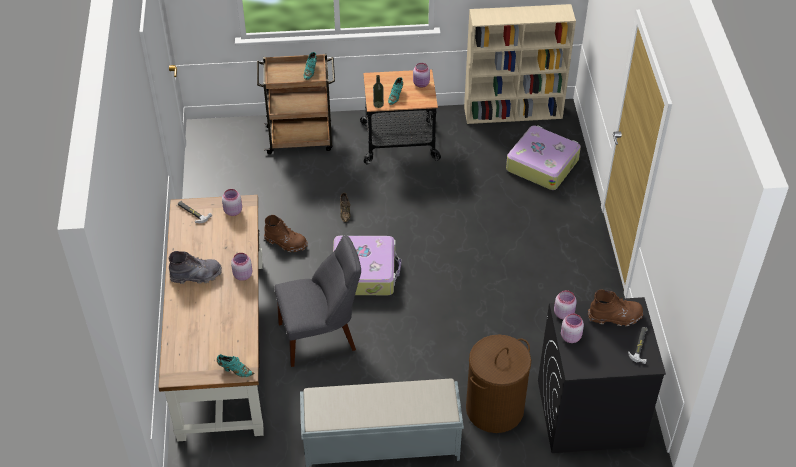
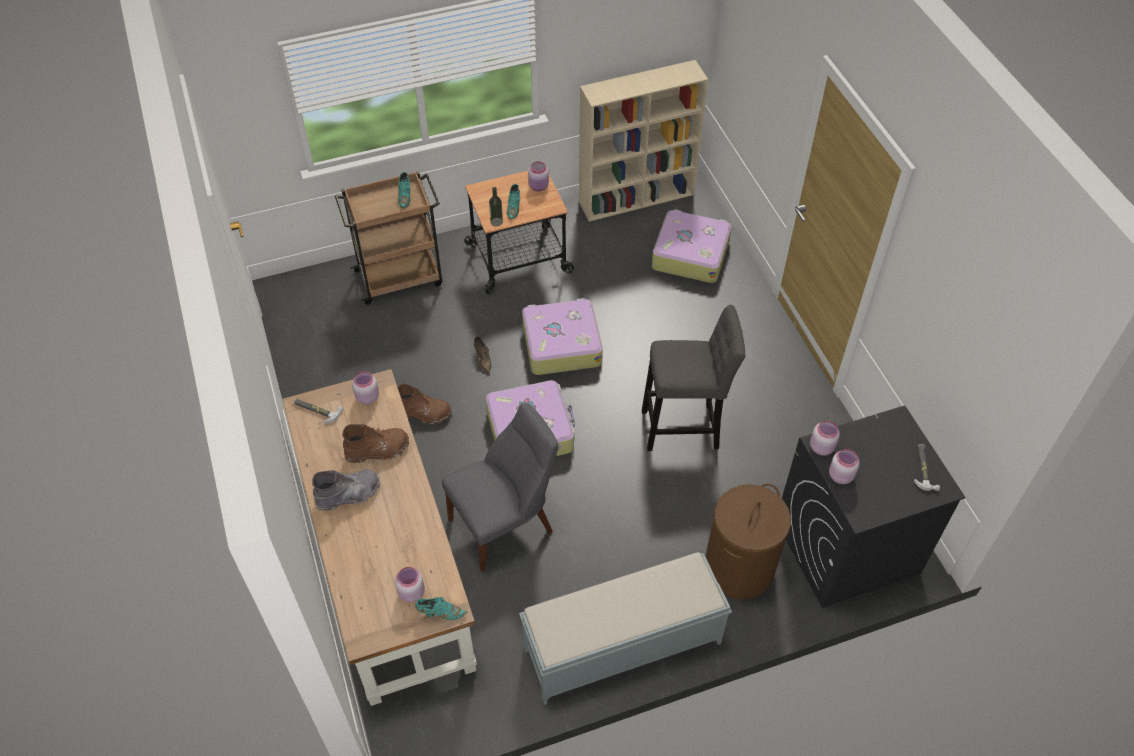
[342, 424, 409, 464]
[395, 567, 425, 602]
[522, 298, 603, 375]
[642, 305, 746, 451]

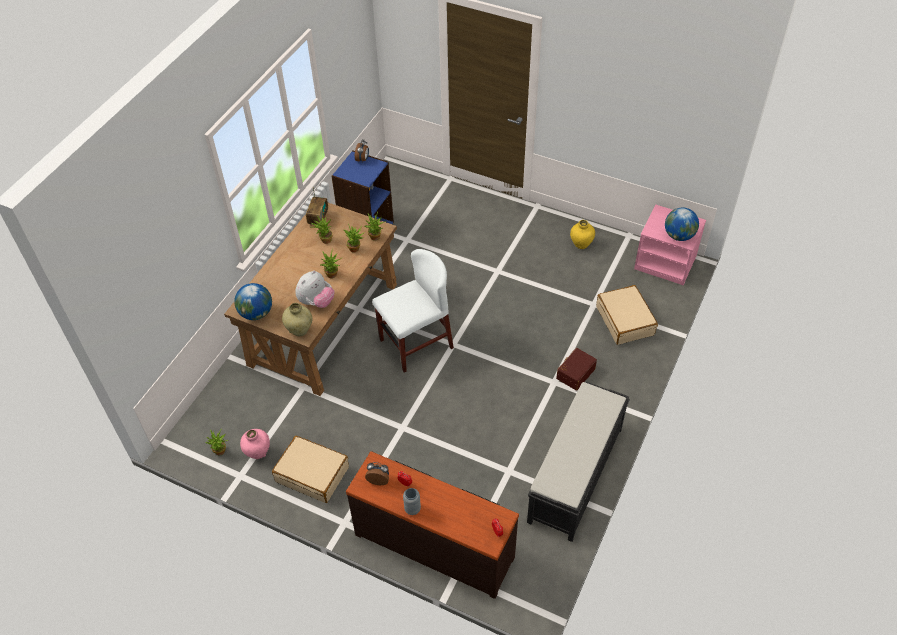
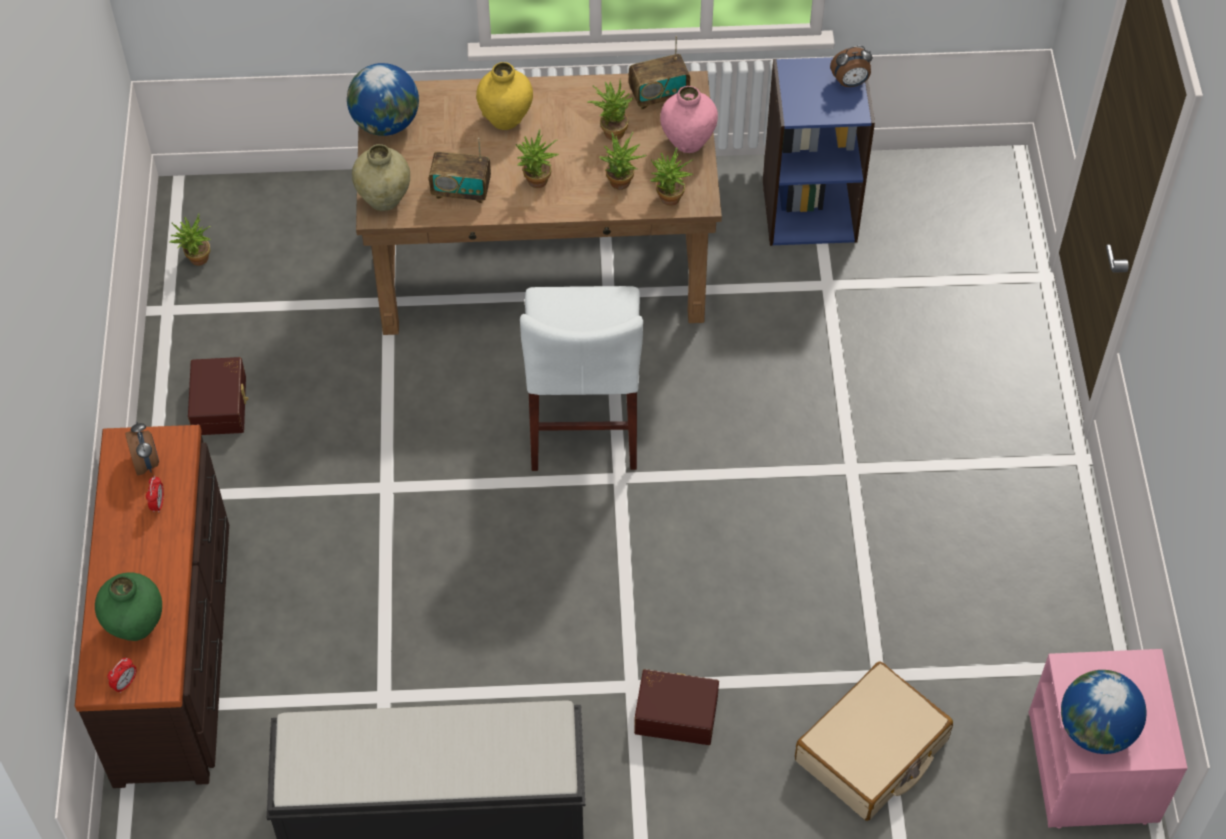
[95, 572, 162, 641]
[188, 357, 249, 435]
[429, 138, 491, 203]
[476, 62, 533, 130]
[520, 286, 643, 471]
[660, 86, 718, 153]
[403, 488, 421, 515] (first image)

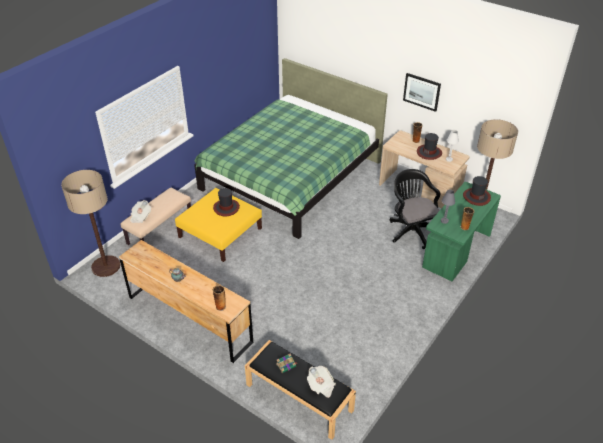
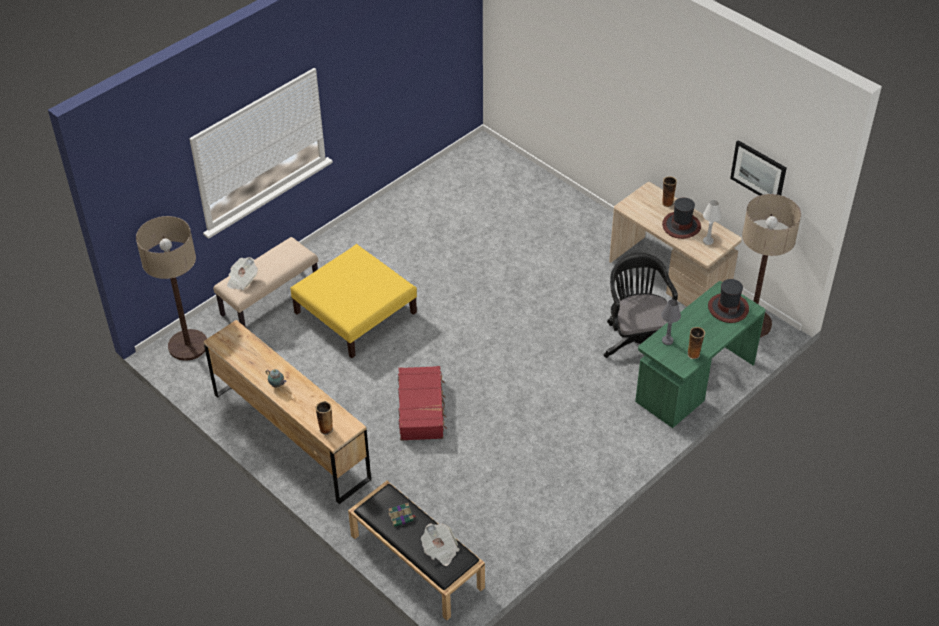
[398, 366, 447, 441]
[730, 140, 787, 196]
[194, 58, 388, 239] (first image)
[213, 188, 240, 216] (first image)

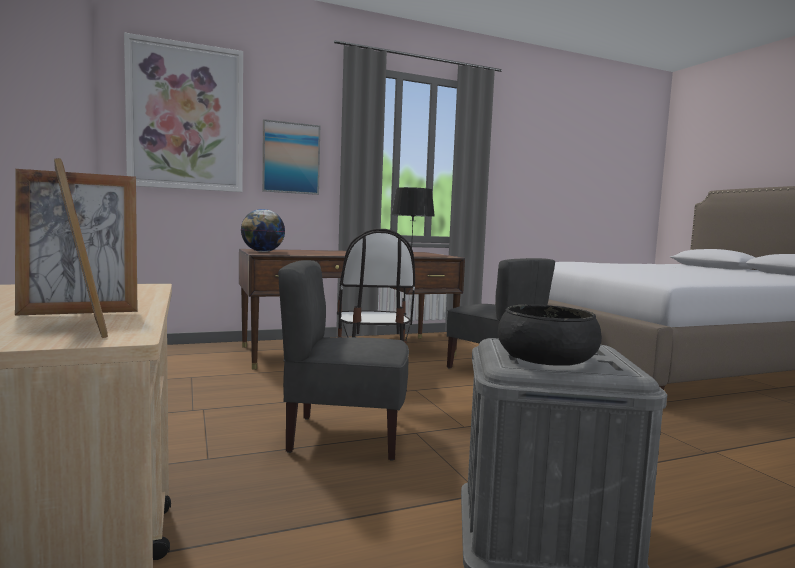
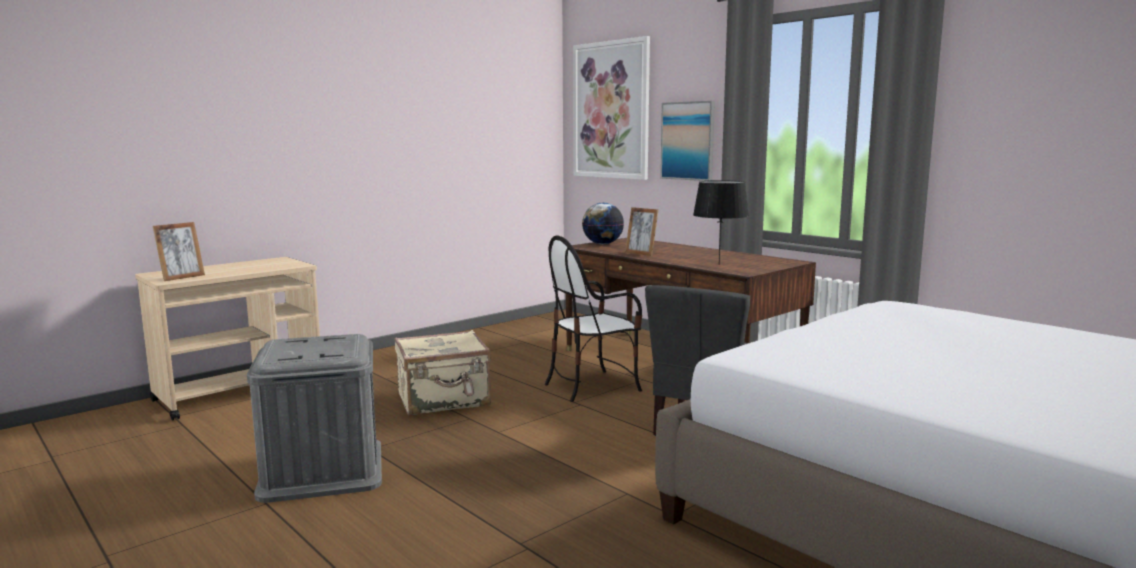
[394, 330, 491, 416]
[625, 207, 658, 256]
[498, 304, 602, 366] (first image)

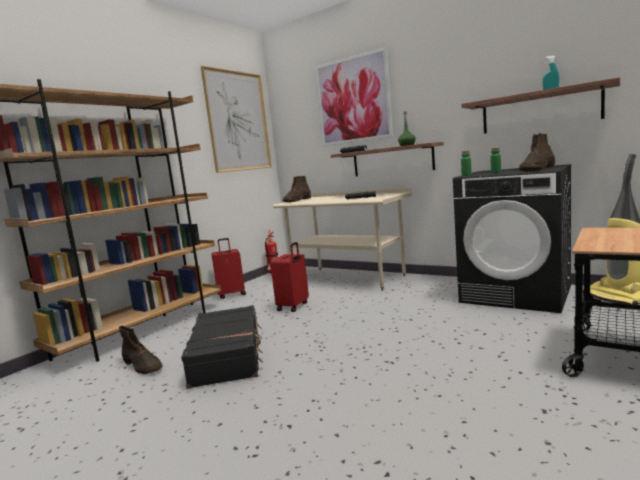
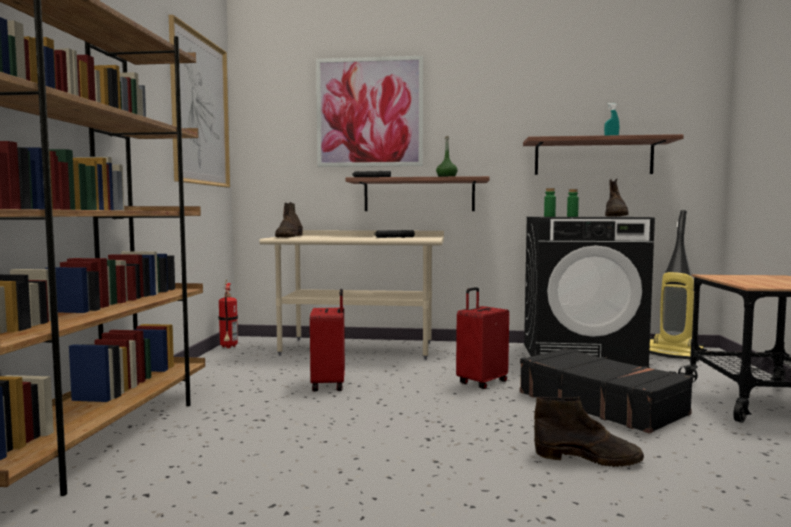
[456, 287, 509, 389]
[520, 348, 693, 434]
[534, 396, 644, 467]

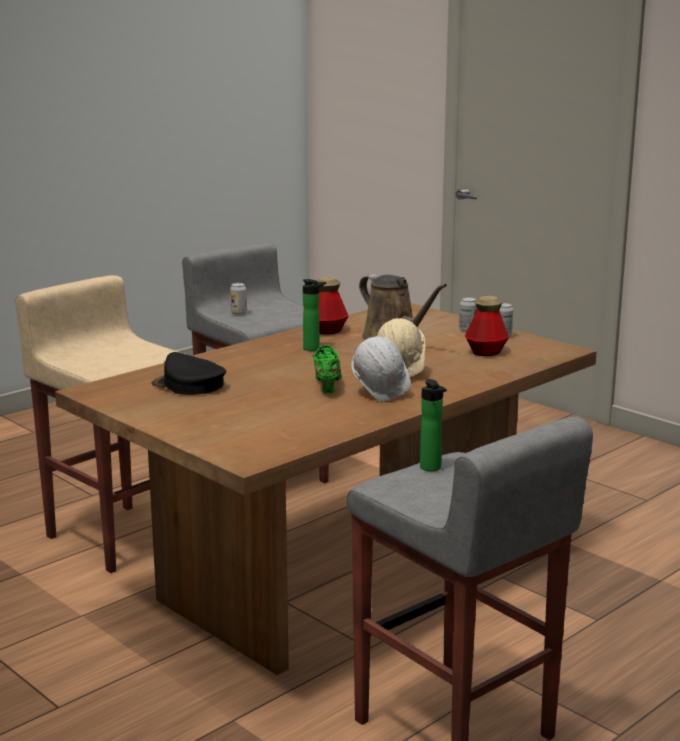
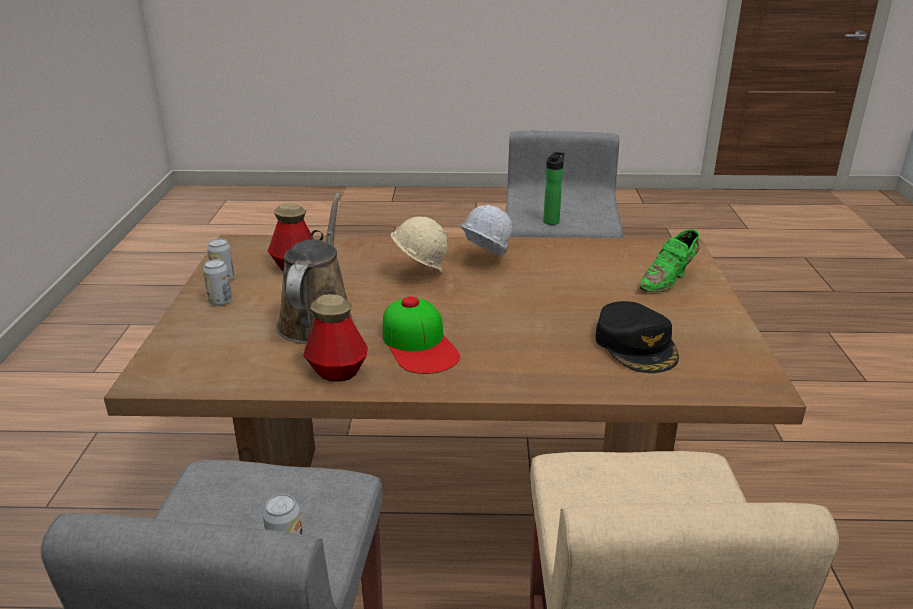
[383, 297, 460, 374]
[640, 229, 700, 292]

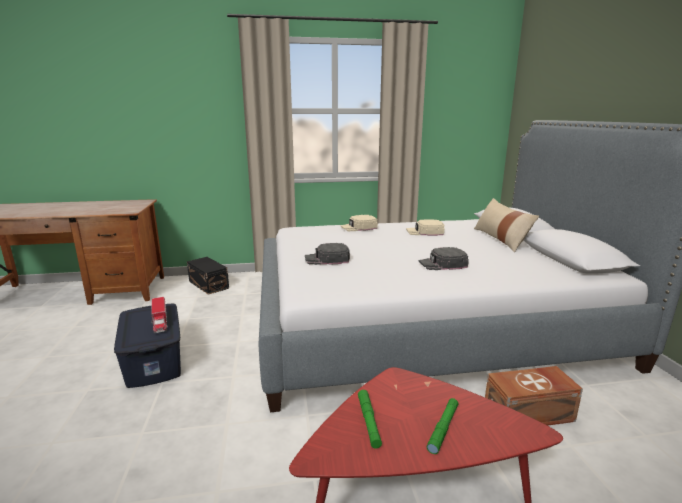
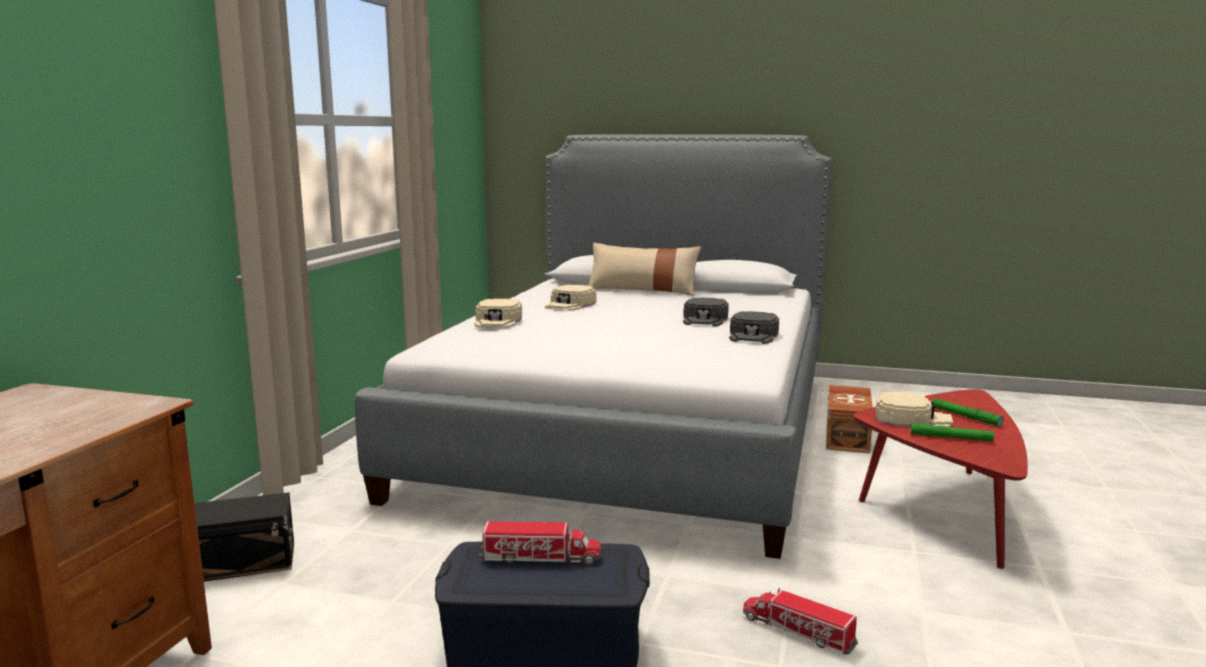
[729, 311, 779, 344]
[743, 588, 859, 655]
[876, 392, 953, 428]

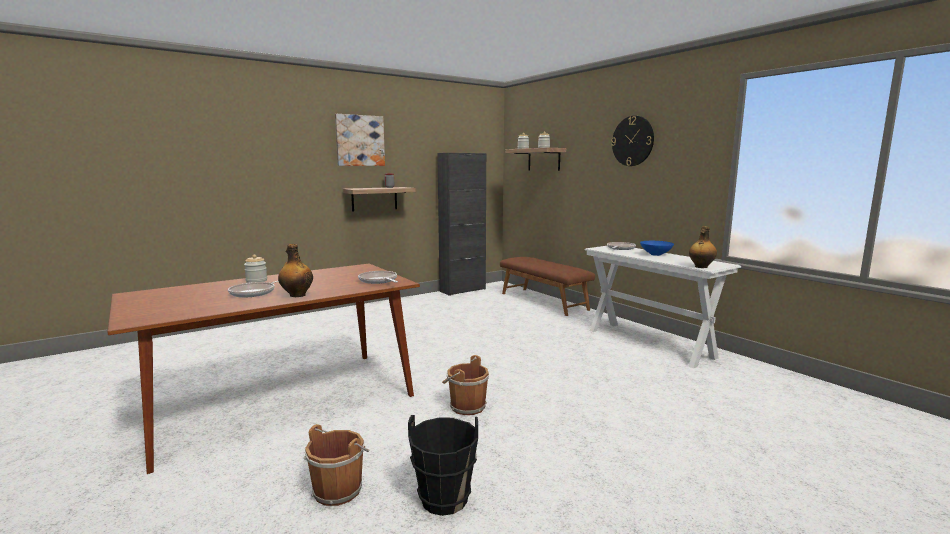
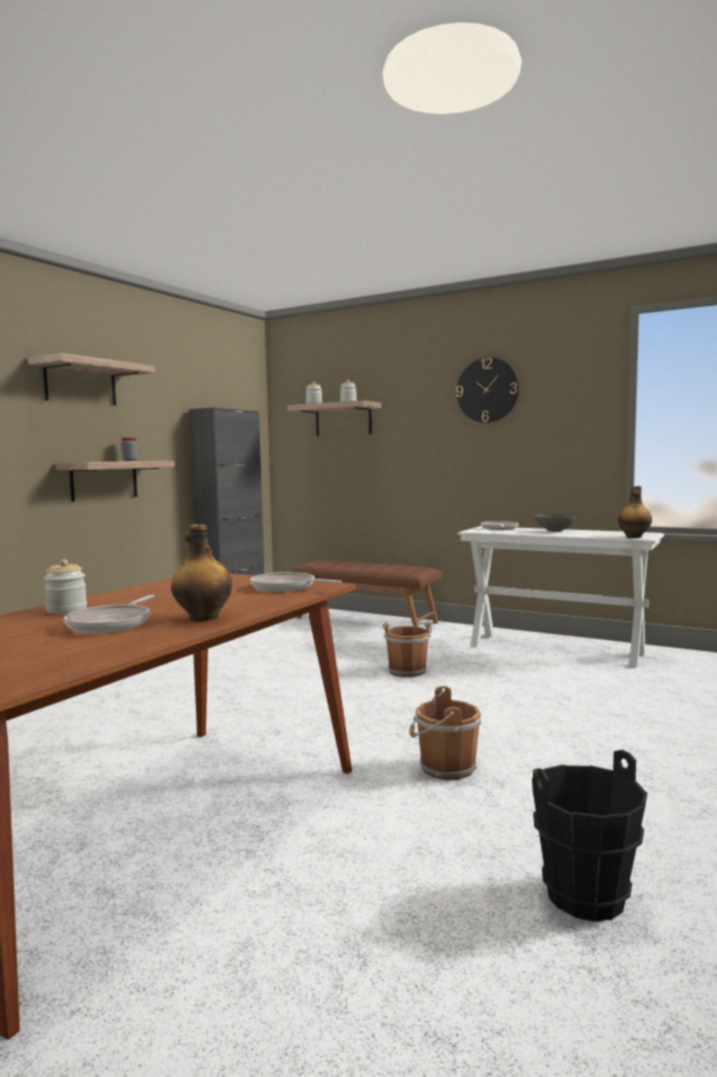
[28, 353, 155, 405]
[383, 621, 432, 677]
[534, 514, 577, 532]

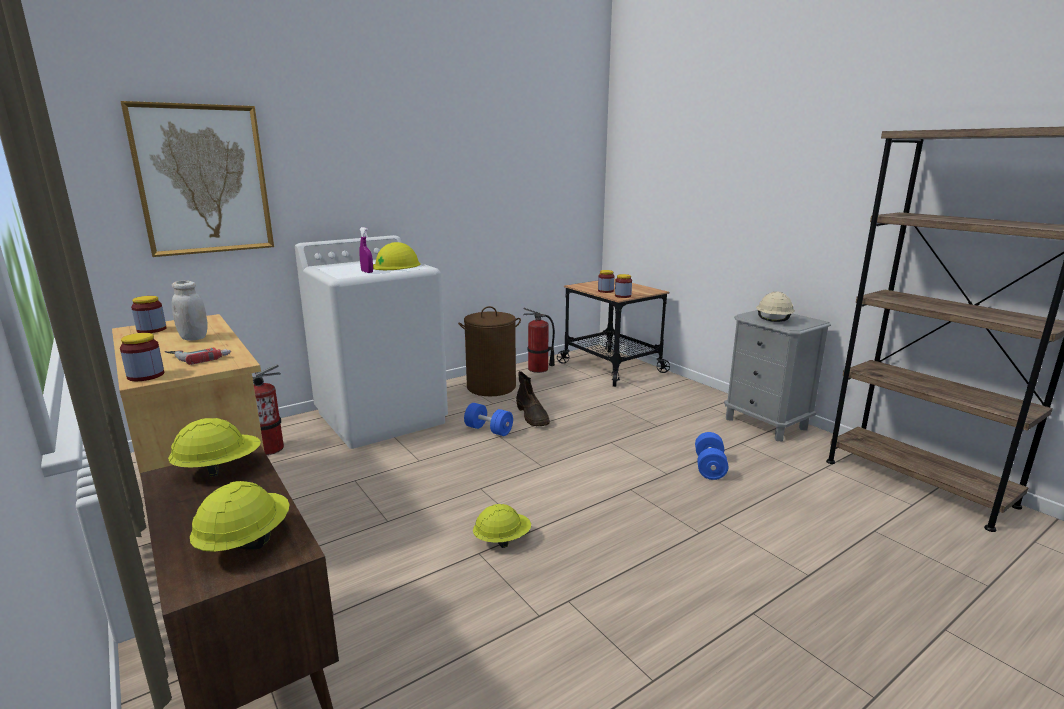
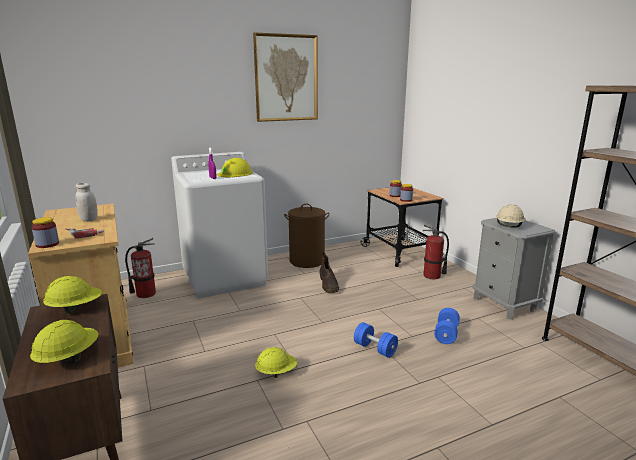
[253, 32, 318, 122]
[354, 322, 398, 358]
[423, 225, 449, 279]
[131, 296, 167, 333] (first image)

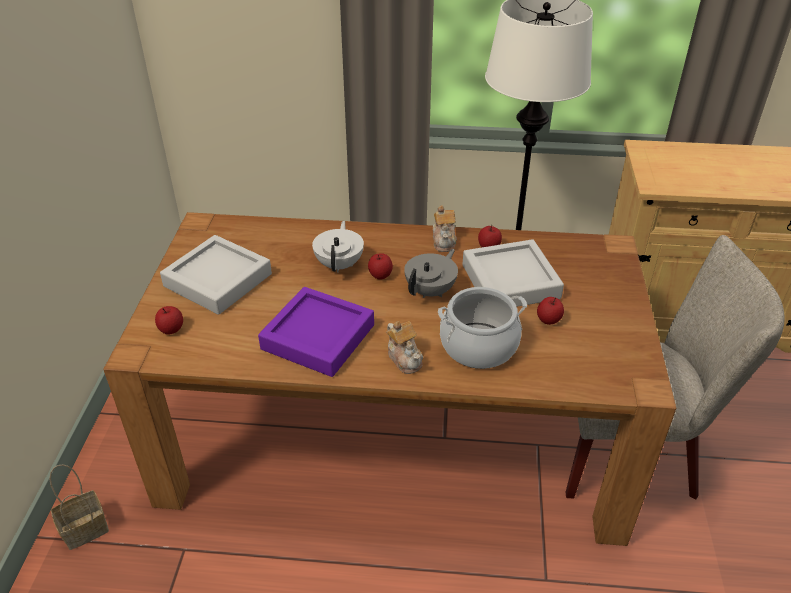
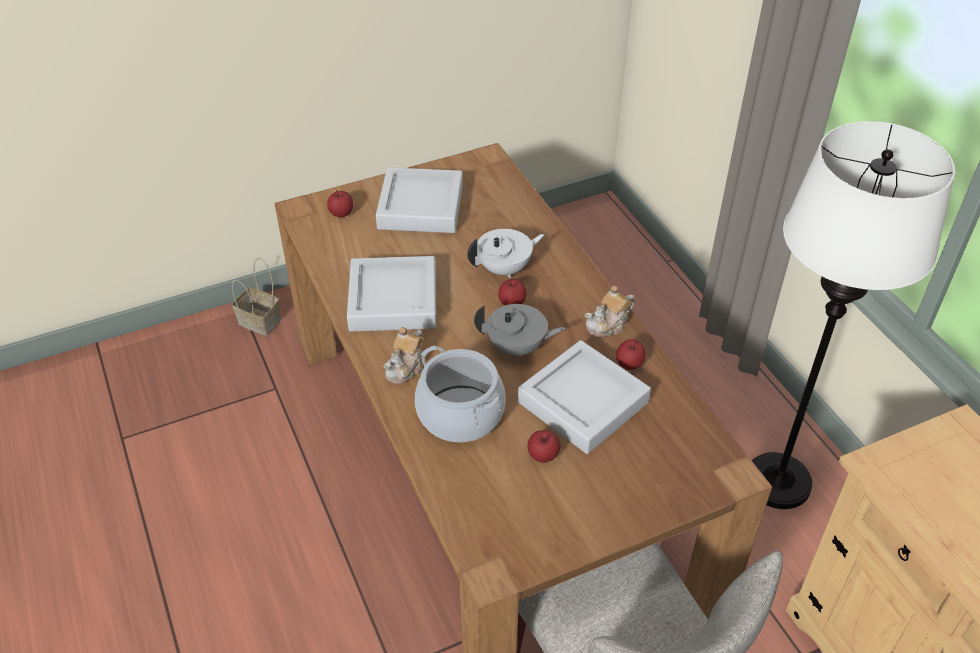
[347, 256, 436, 332]

